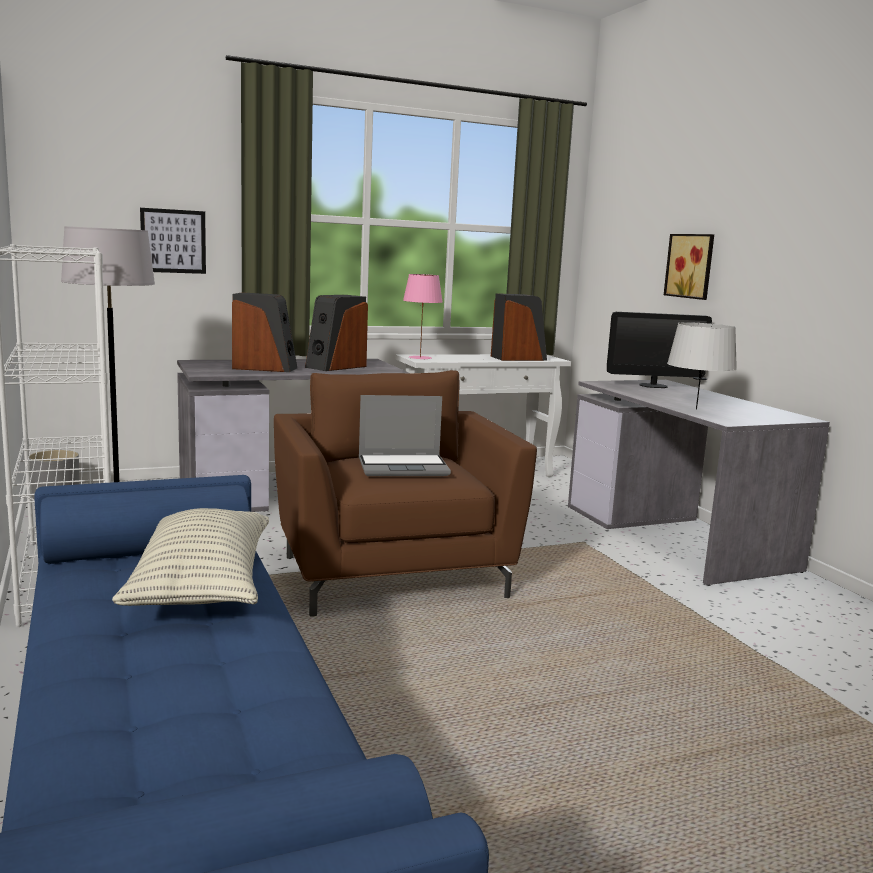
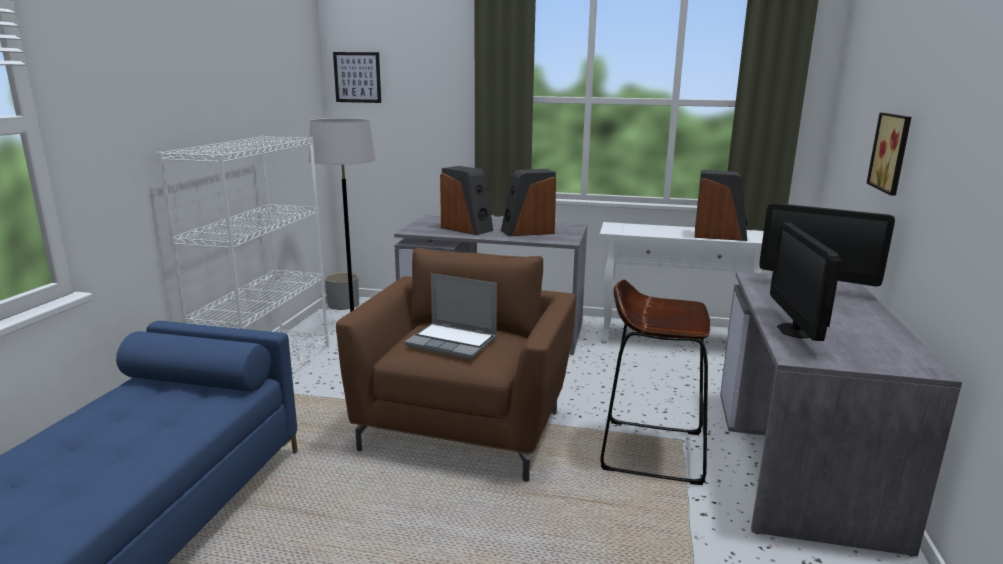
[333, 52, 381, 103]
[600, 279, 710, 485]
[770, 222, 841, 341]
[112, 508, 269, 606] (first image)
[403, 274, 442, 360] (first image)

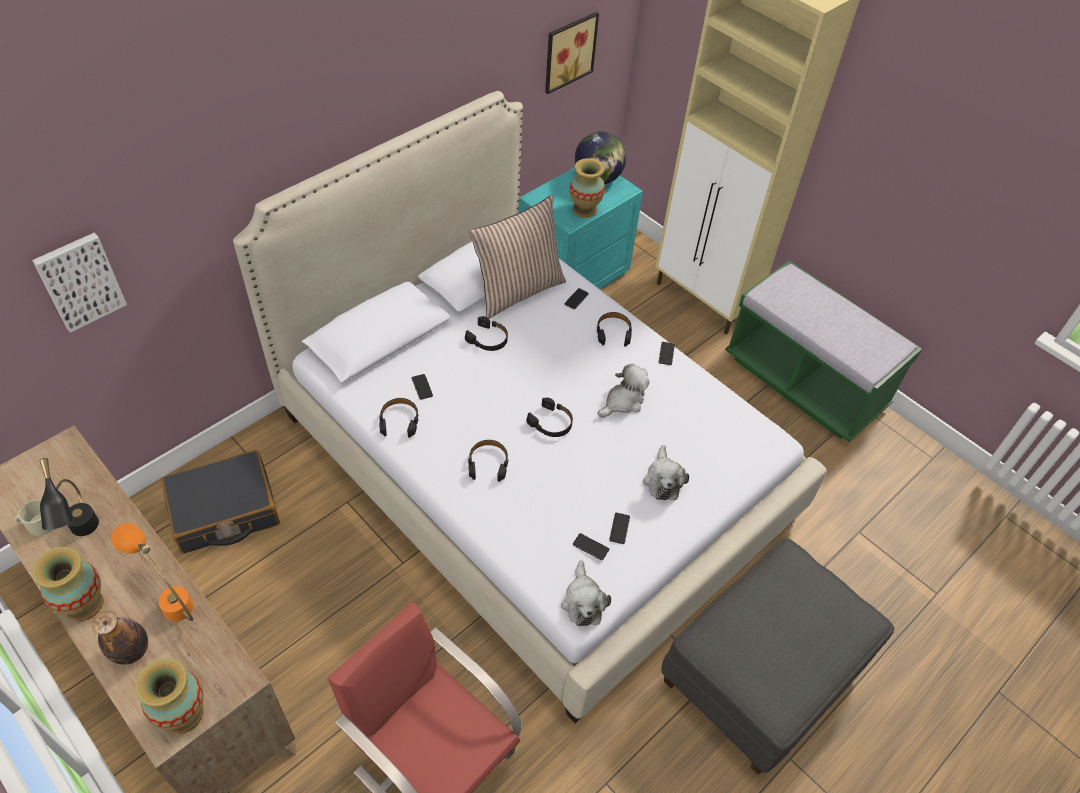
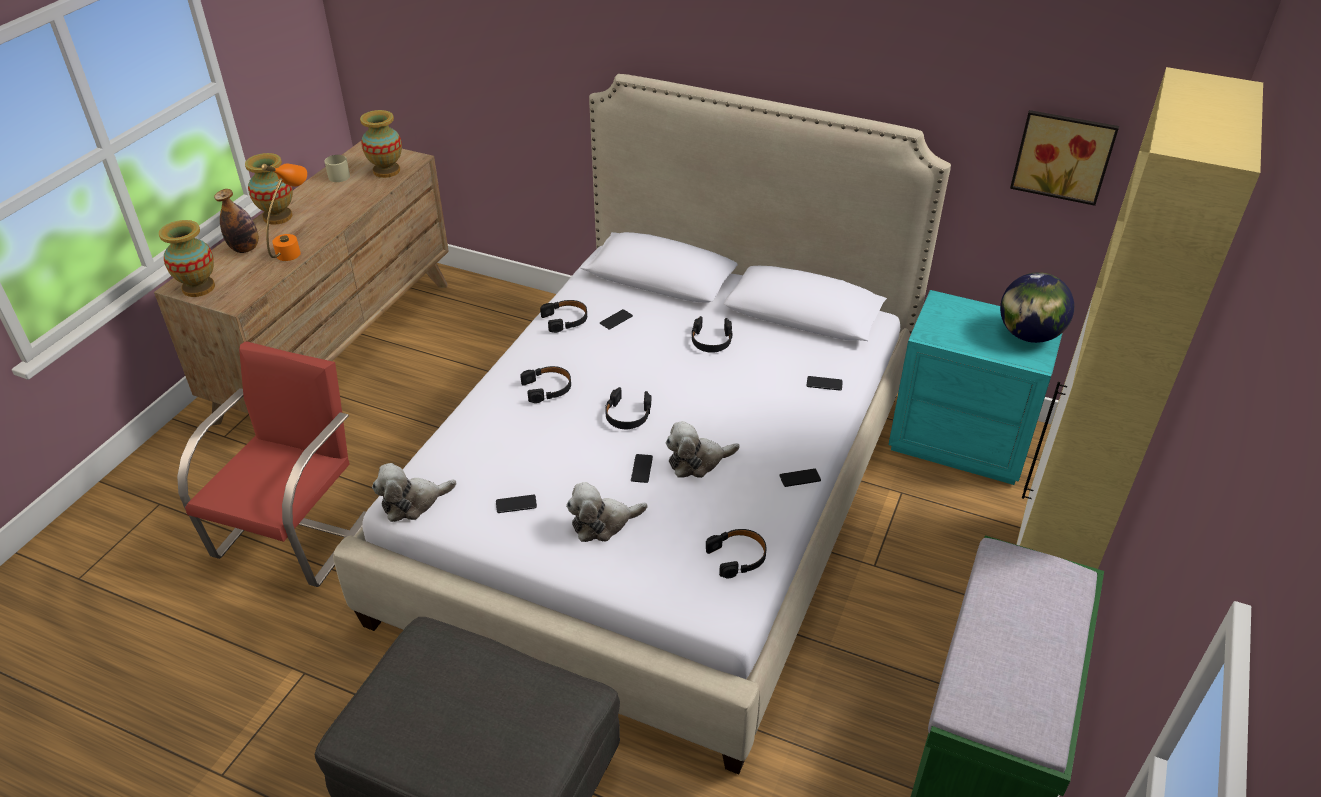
[360, 110, 402, 178]
[631, 454, 653, 483]
[666, 421, 740, 478]
[706, 529, 767, 579]
[32, 233, 127, 333] (first image)
[39, 458, 99, 536] (first image)
[161, 450, 280, 553] (first image)
[469, 195, 566, 319] (first image)

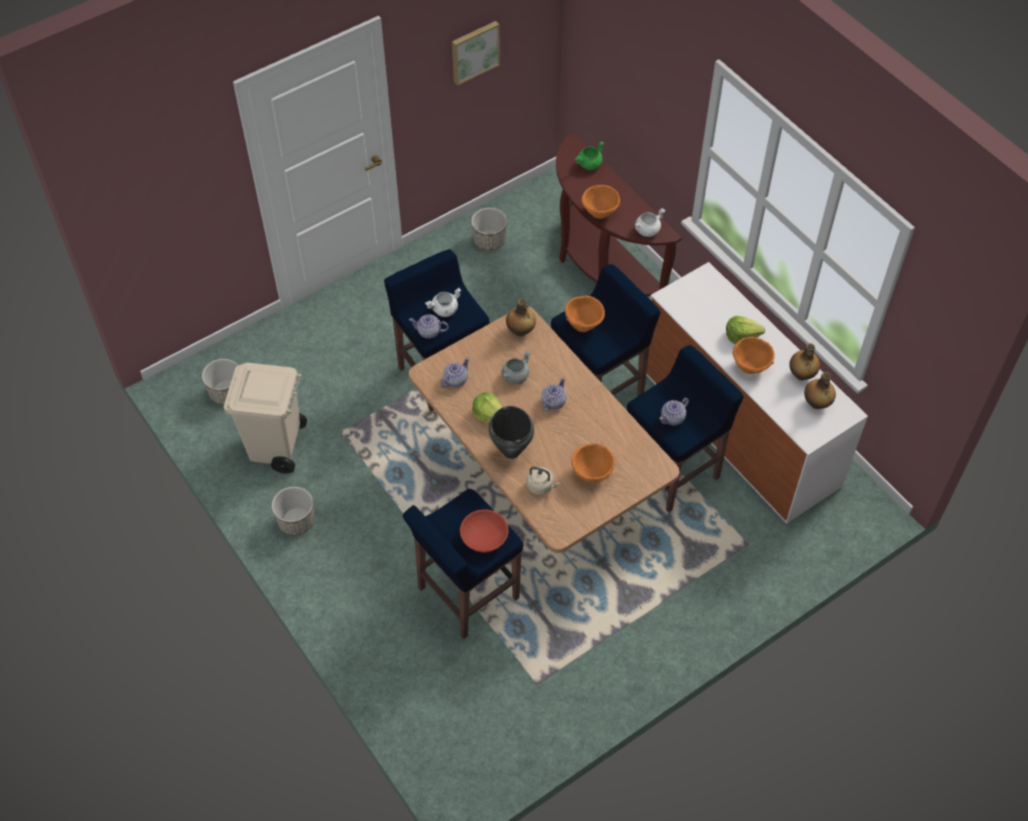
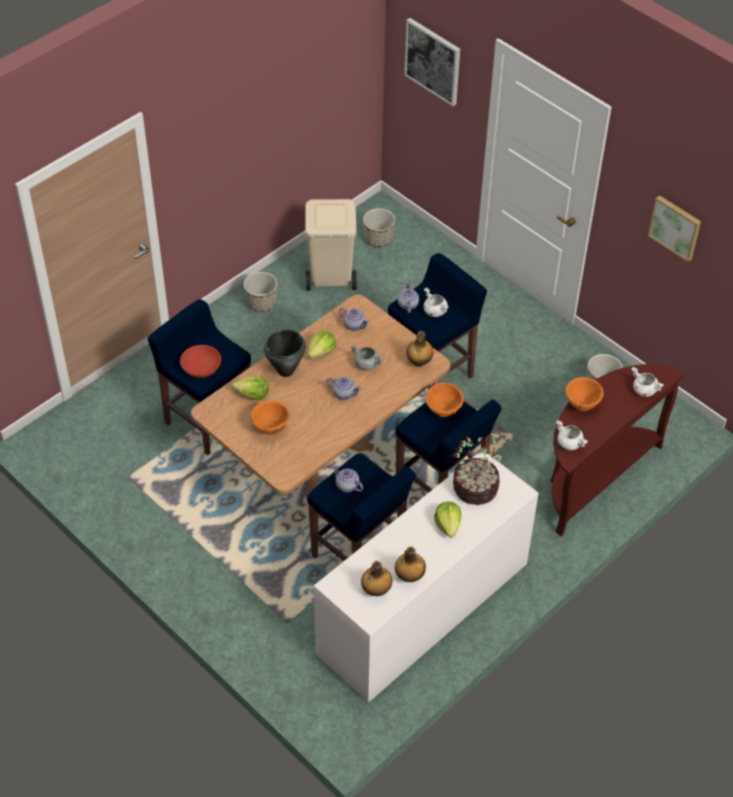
[232, 376, 268, 400]
[404, 18, 460, 106]
[453, 431, 505, 505]
[631, 367, 664, 397]
[733, 337, 775, 374] (first image)

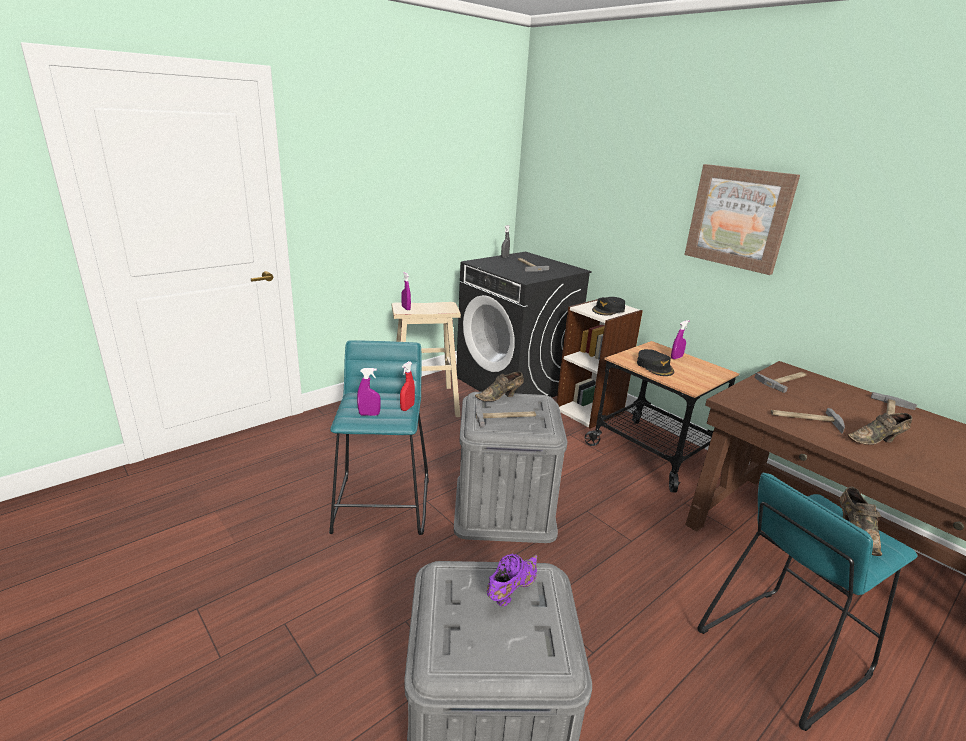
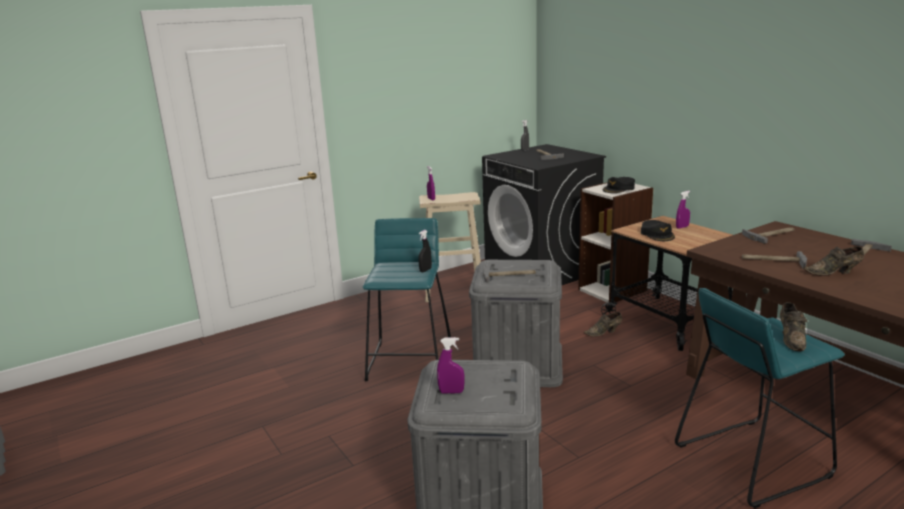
[418, 230, 432, 272]
[437, 337, 464, 393]
[584, 312, 622, 337]
[487, 554, 538, 606] (first image)
[684, 164, 800, 275] (first image)

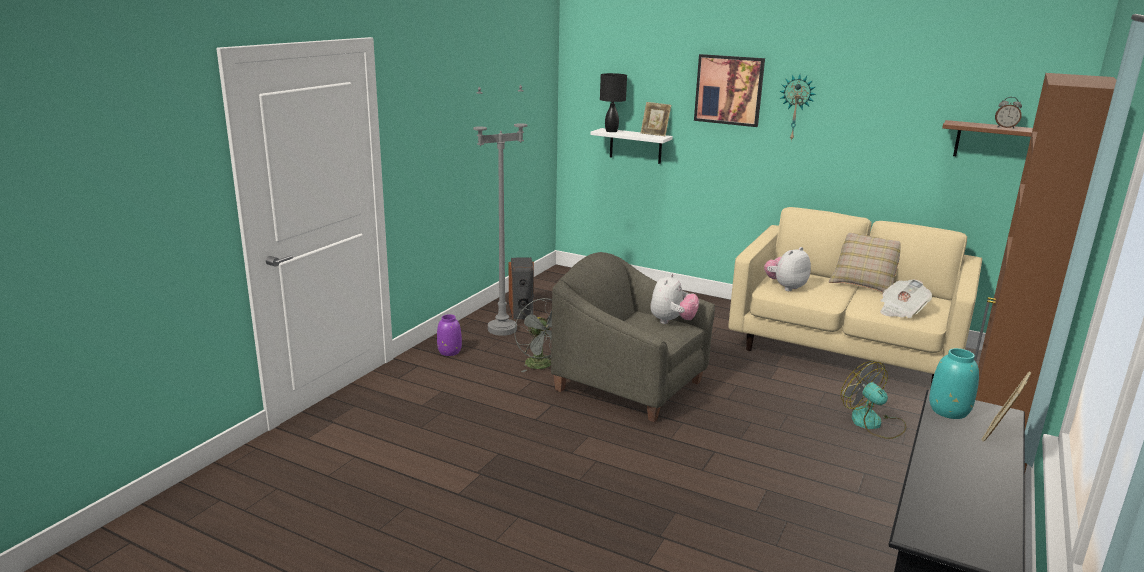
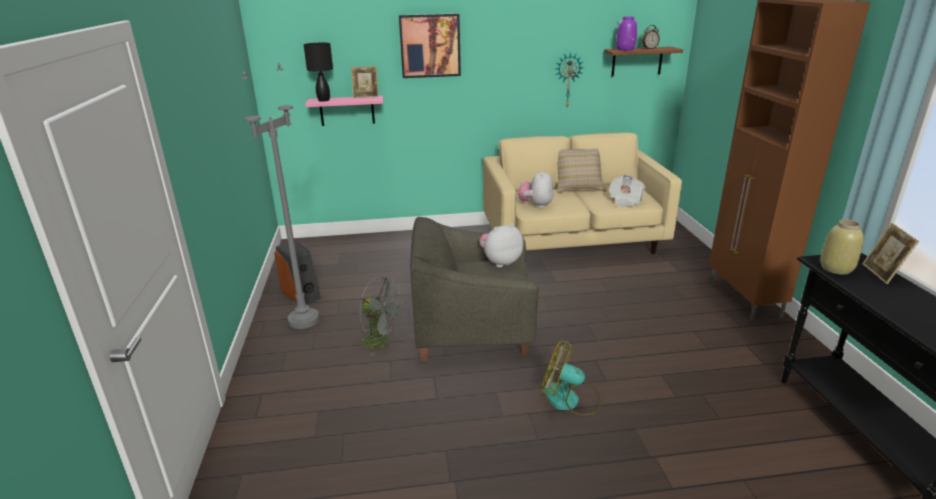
[305, 96, 383, 126]
[479, 223, 523, 267]
[541, 341, 600, 415]
[555, 52, 584, 108]
[616, 17, 637, 51]
[820, 219, 864, 275]

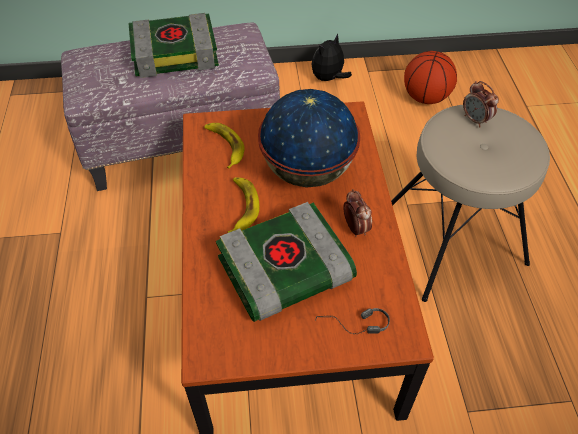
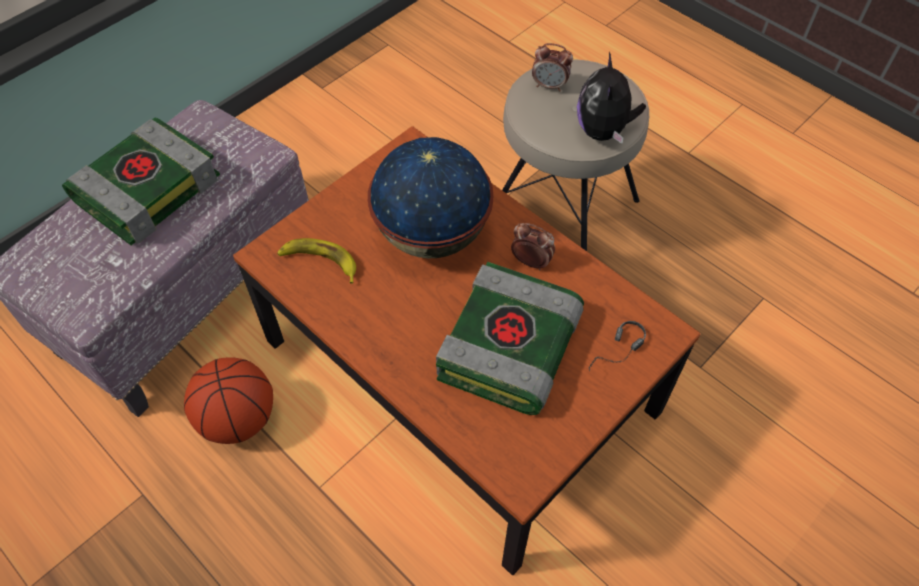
[184, 357, 273, 444]
[577, 52, 646, 144]
[227, 177, 259, 233] (first image)

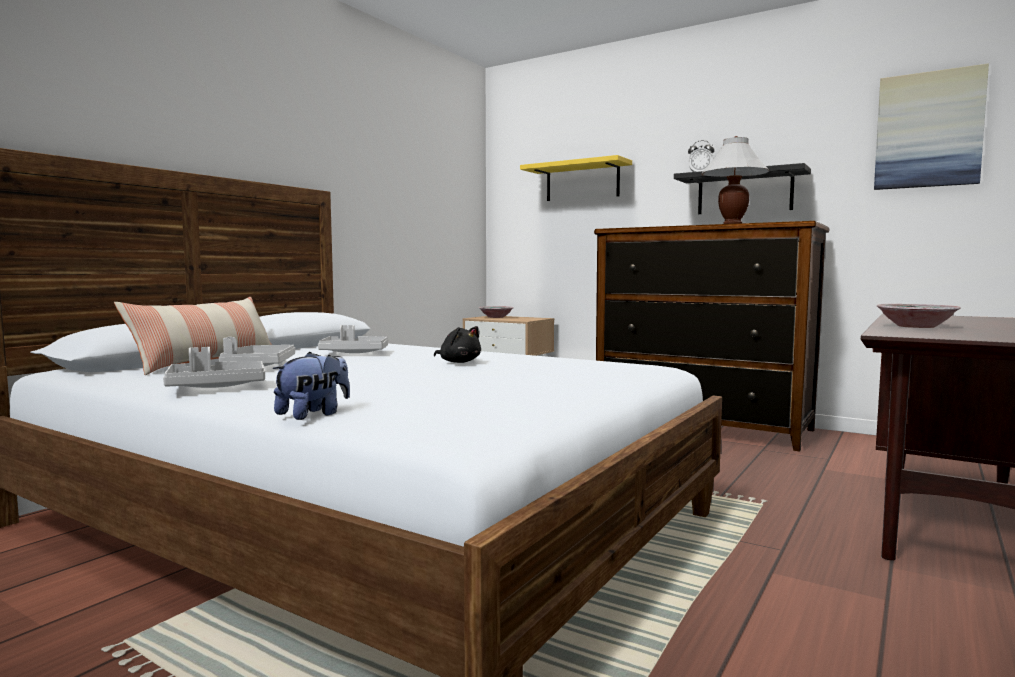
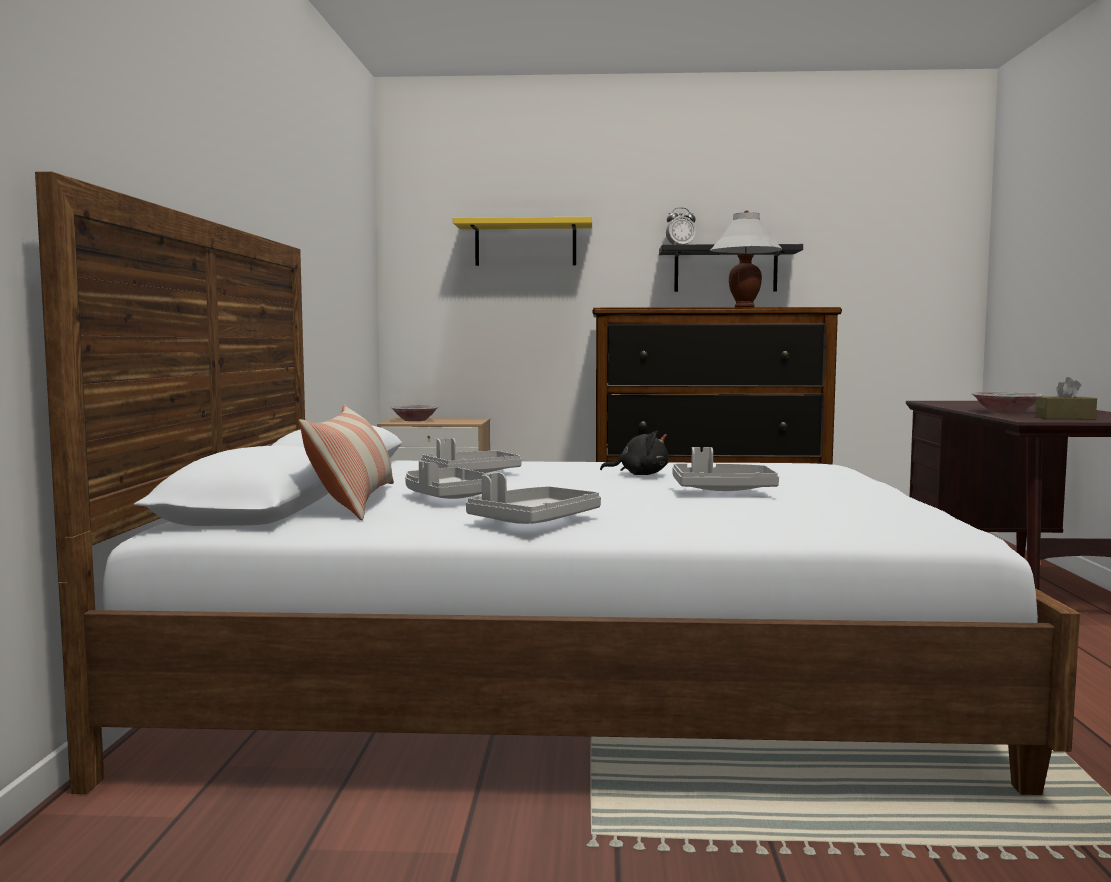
[672, 447, 779, 491]
[1035, 377, 1097, 419]
[273, 352, 350, 420] (first image)
[874, 63, 989, 190] (first image)

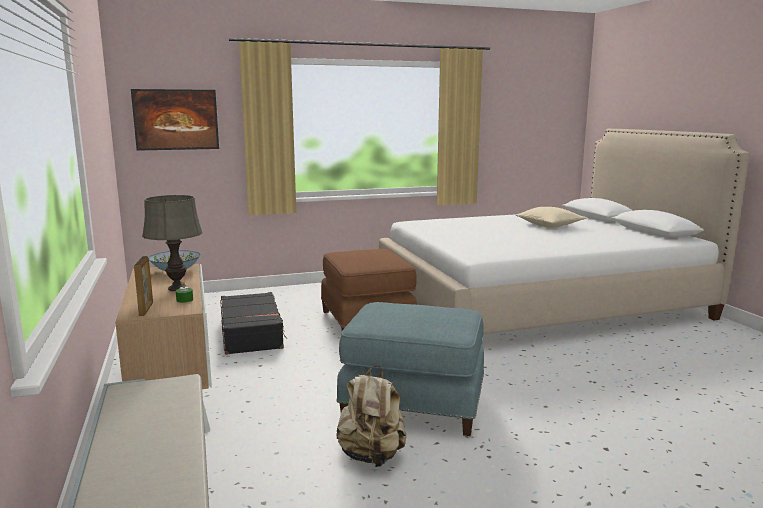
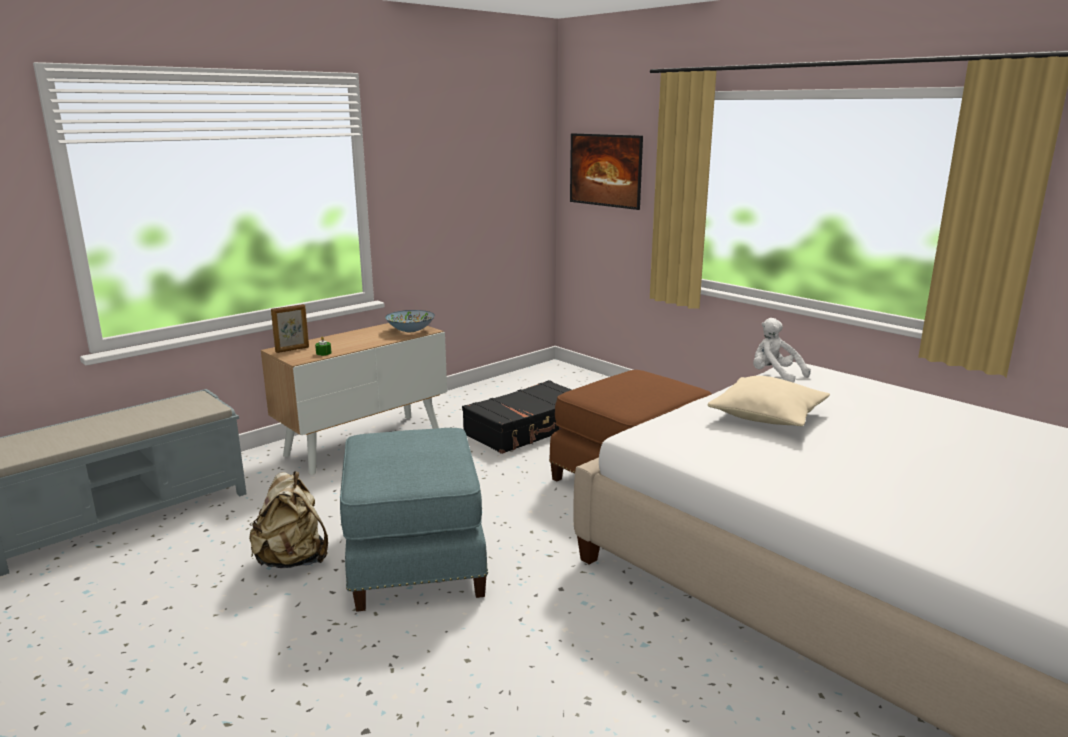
[707, 376, 830, 426]
[753, 318, 811, 383]
[142, 195, 202, 291] (first image)

